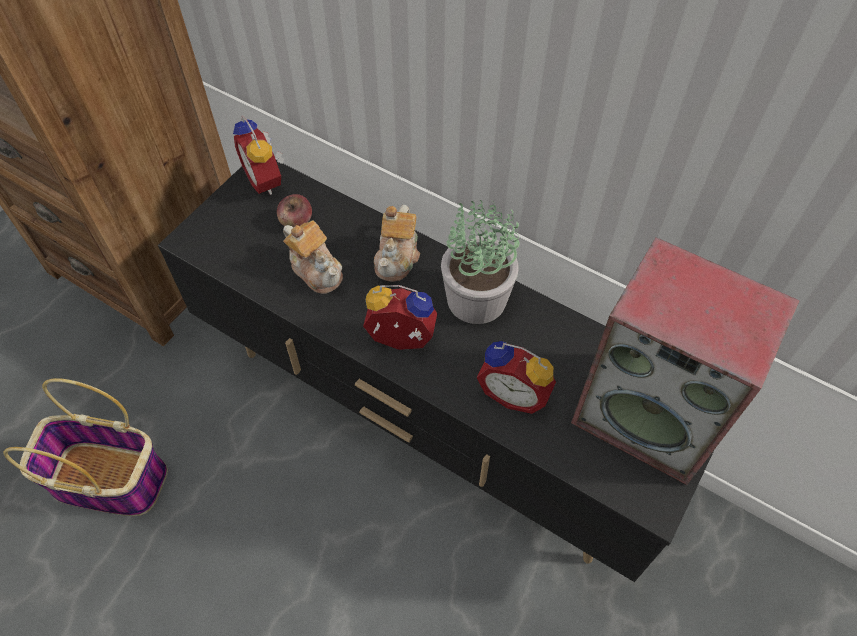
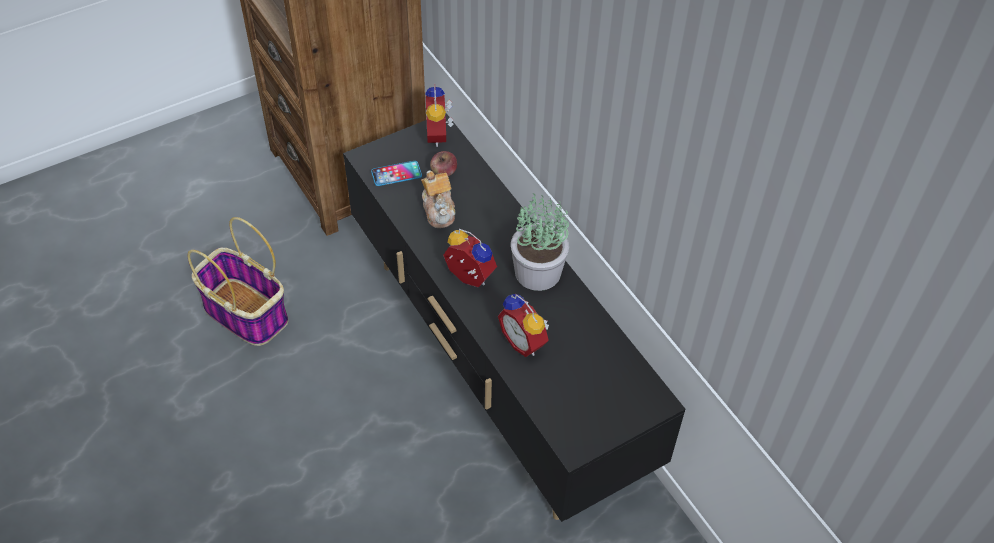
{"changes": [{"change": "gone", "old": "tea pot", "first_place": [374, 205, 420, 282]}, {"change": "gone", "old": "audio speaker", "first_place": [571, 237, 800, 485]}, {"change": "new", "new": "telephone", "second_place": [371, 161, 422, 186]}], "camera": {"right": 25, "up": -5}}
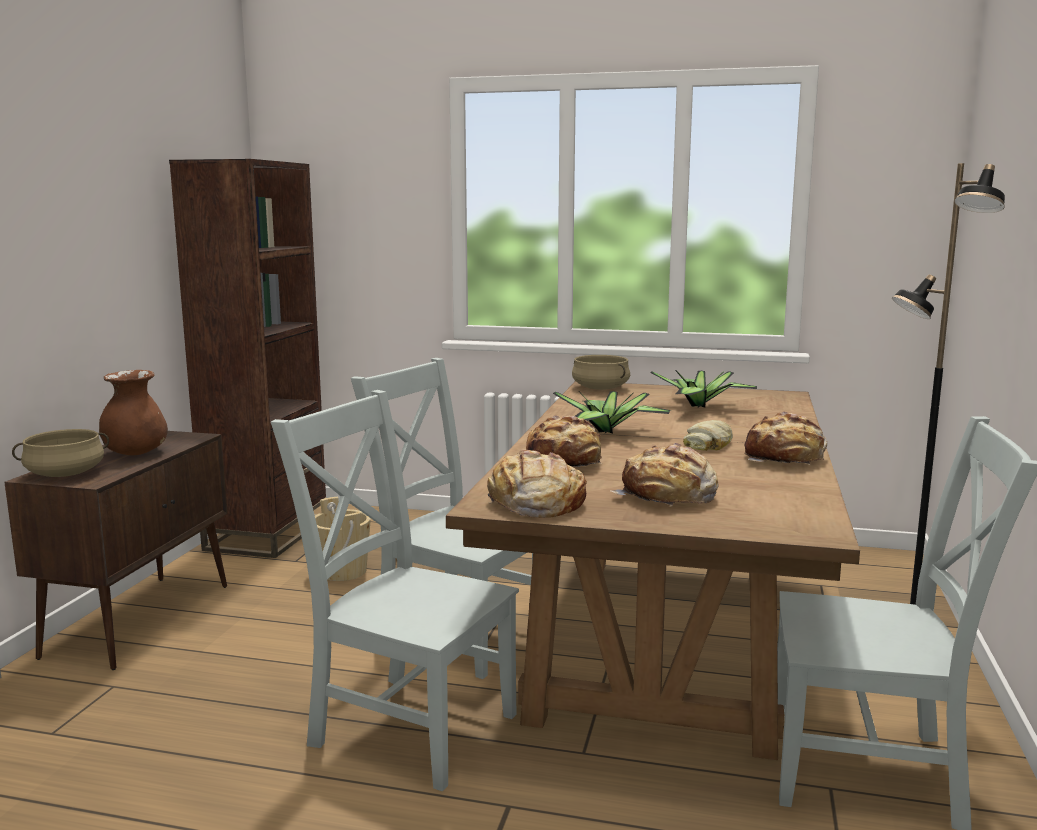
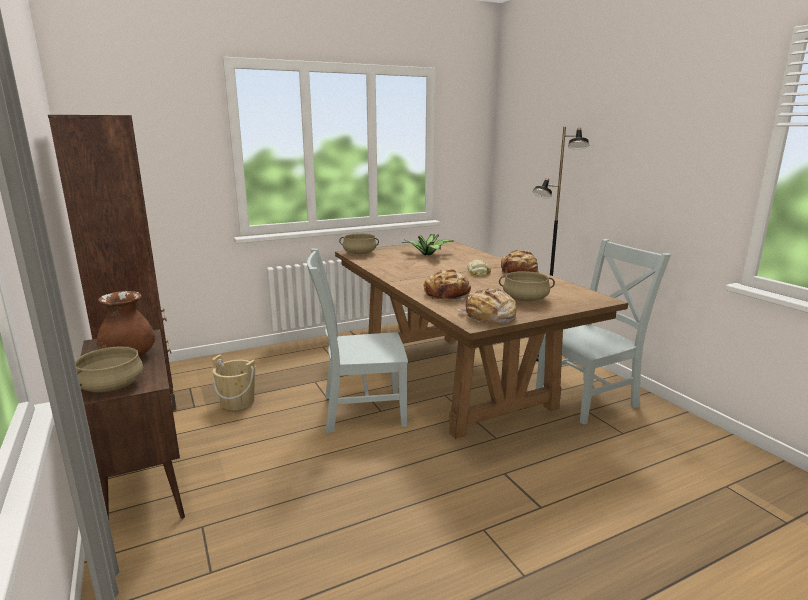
{"changes": [{"change": "gone", "old": "gray plain chair", "first_place": [271, 390, 519, 791]}, {"change": "gone", "old": "potted plant", "first_place": [553, 391, 672, 434]}, {"change": "swapped", "old": "baked bread", "new": "sand-coloured saucepot", "first_place": [610, 443, 719, 507], "second_place": [499, 271, 555, 302]}], "camera": {"right": -40, "up": 5}}
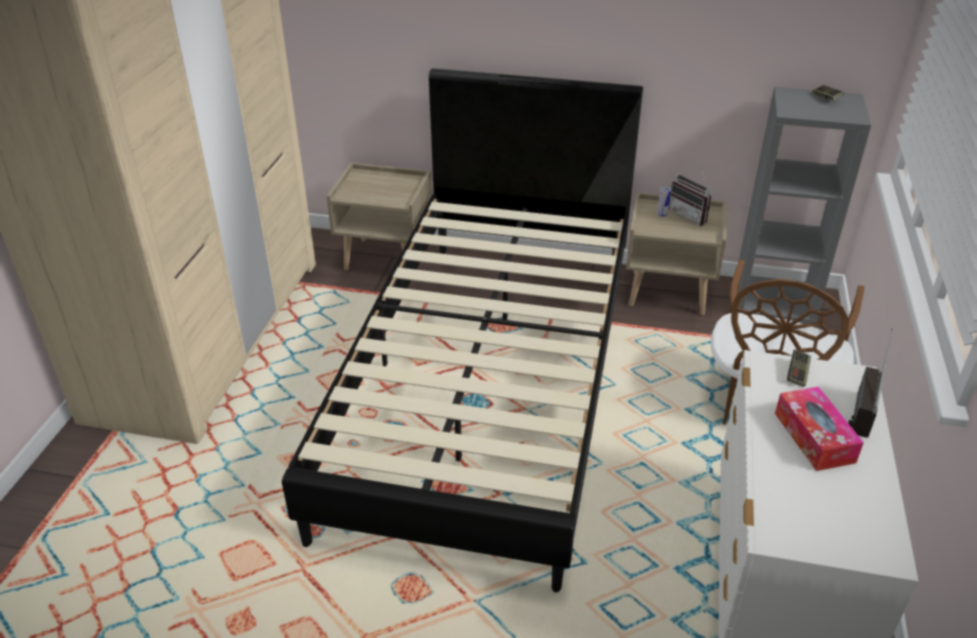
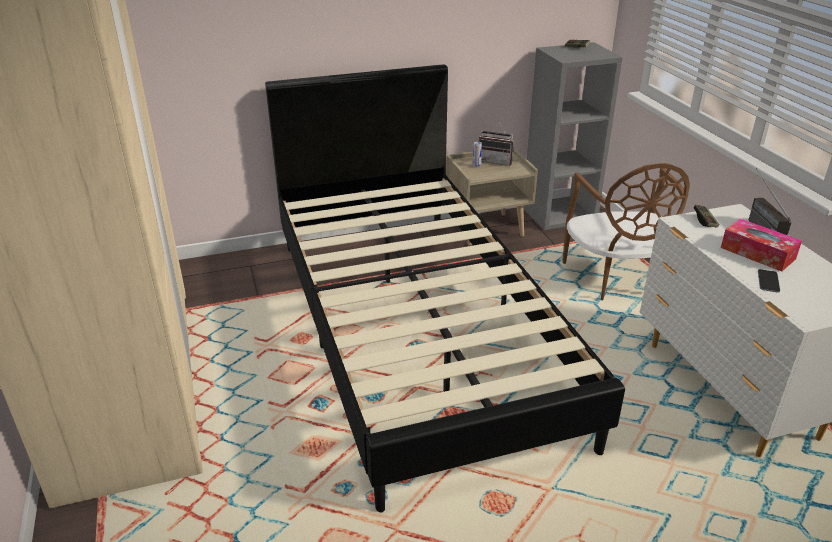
{"changes": [{"change": "gone", "old": "sand-coloured night table", "first_place": [327, 162, 432, 270]}, {"change": "new", "new": "telephone", "second_place": [758, 269, 780, 293]}], "camera": {"right": -30, "up": -5}}
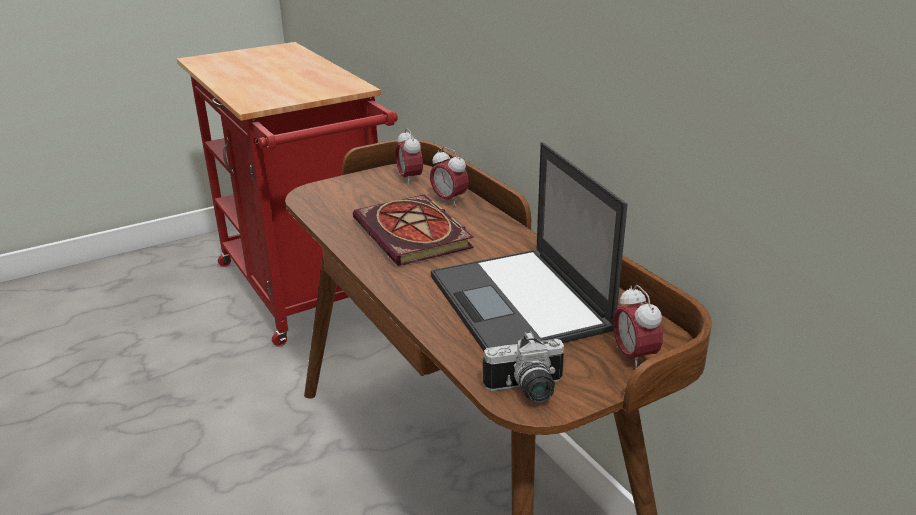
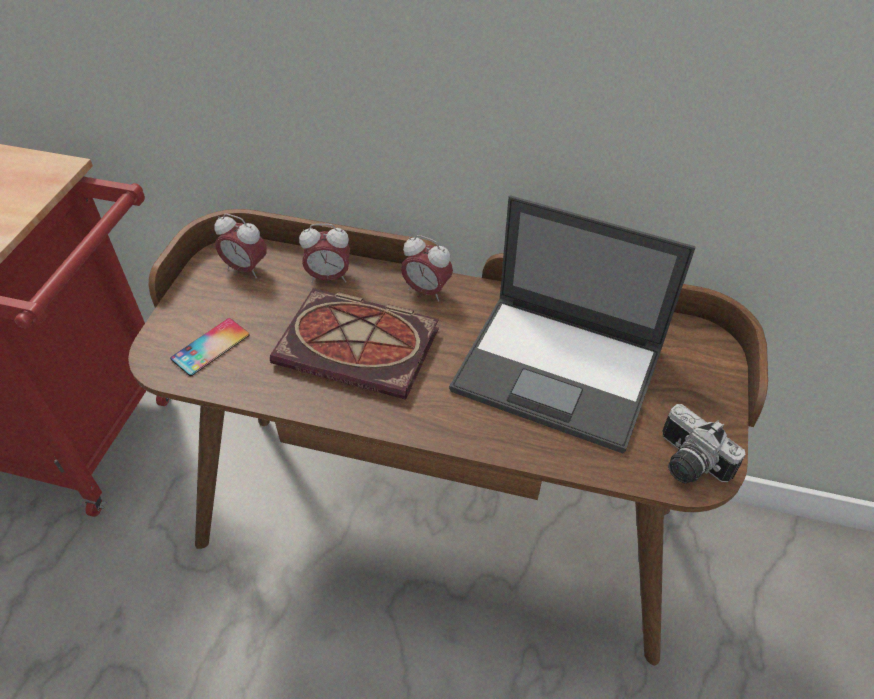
{"changes": [{"change": "shifted", "old": "alarm clock", "first_place": [613, 285, 663, 369], "second_place": [401, 235, 453, 302]}, {"change": "rotated", "old": "still camera", "first_place": [483, 331, 564, 403], "second_place": [662, 404, 746, 484], "degrees": 105}, {"change": "new", "new": "telephone", "second_place": [170, 318, 250, 376]}], "camera": {"right": -45, "up": 20}}
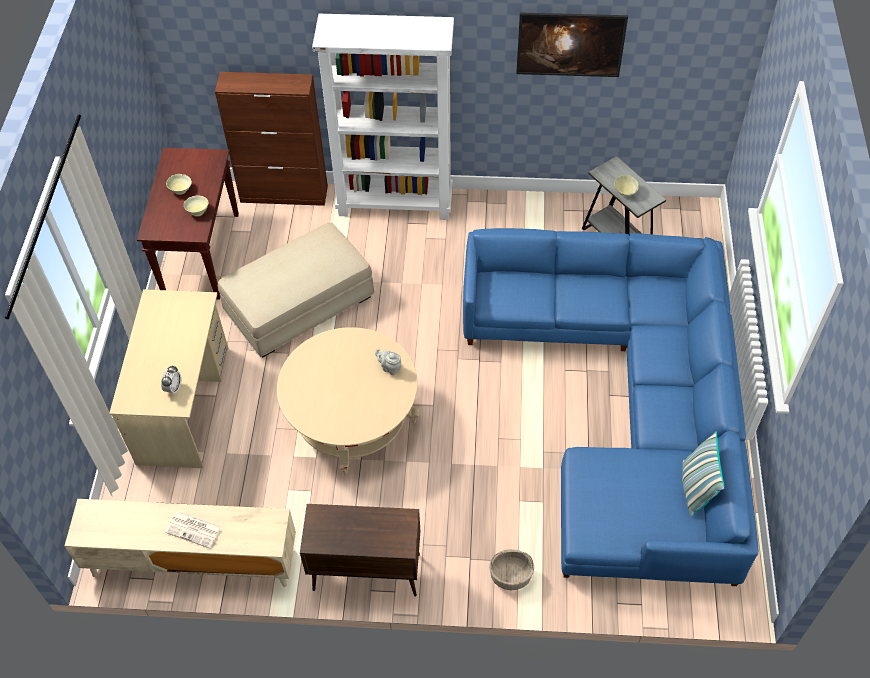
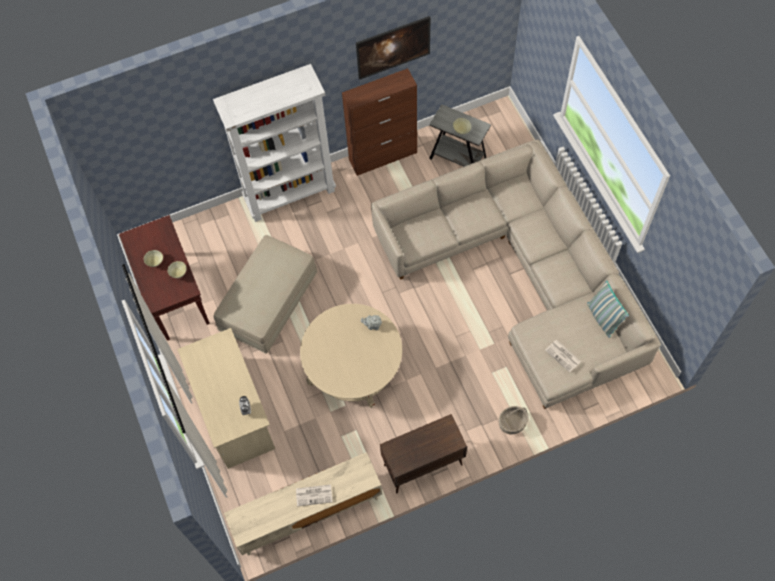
{"changes": [{"change": "shifted", "old": "brown storage cabinet", "first_place": [215, 72, 328, 206], "second_place": [342, 68, 417, 176]}, {"change": "repainted", "old": "blue settee", "new": "sand-coloured settee", "first_place": [463, 228, 758, 586], "second_place": [371, 139, 661, 409]}, {"change": "new", "new": "daily paper", "second_place": [545, 340, 581, 372]}], "camera": {"right": -25, "up": 10}}
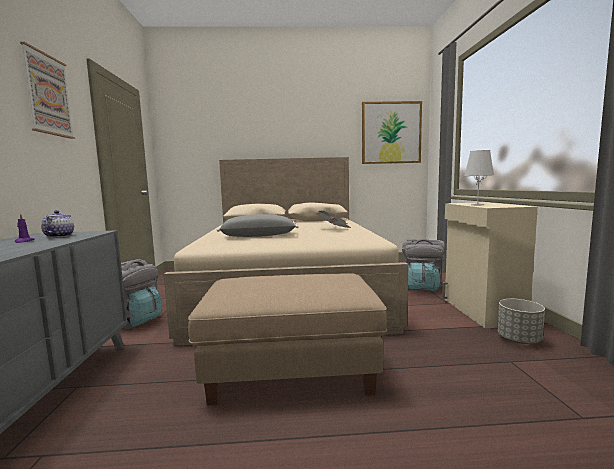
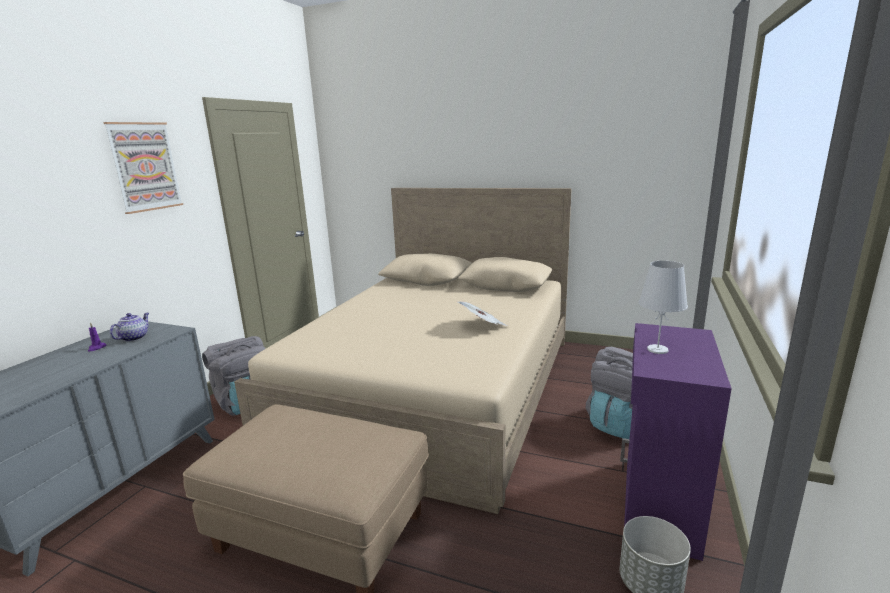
{"changes": [{"change": "gone", "old": "wall art", "first_place": [362, 101, 422, 164]}, {"change": "repainted", "old": "sand-coloured storage cabinet", "new": "purple storage cabinet", "first_place": [442, 202, 538, 328], "second_place": [620, 323, 732, 561]}, {"change": "gone", "old": "gray pillow", "first_place": [217, 214, 299, 237]}], "camera": {"right": 25, "up": 10}}
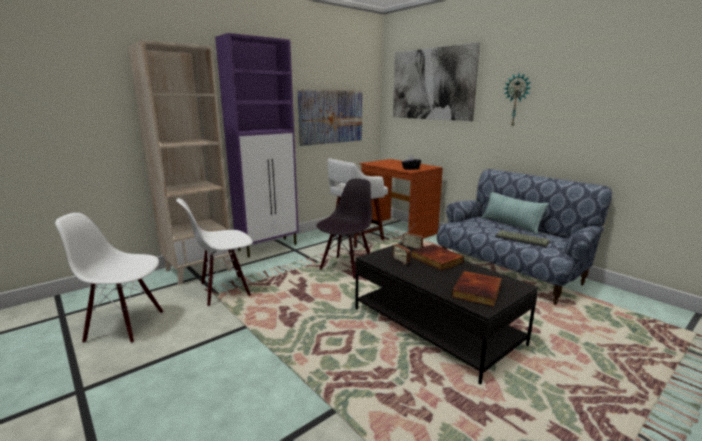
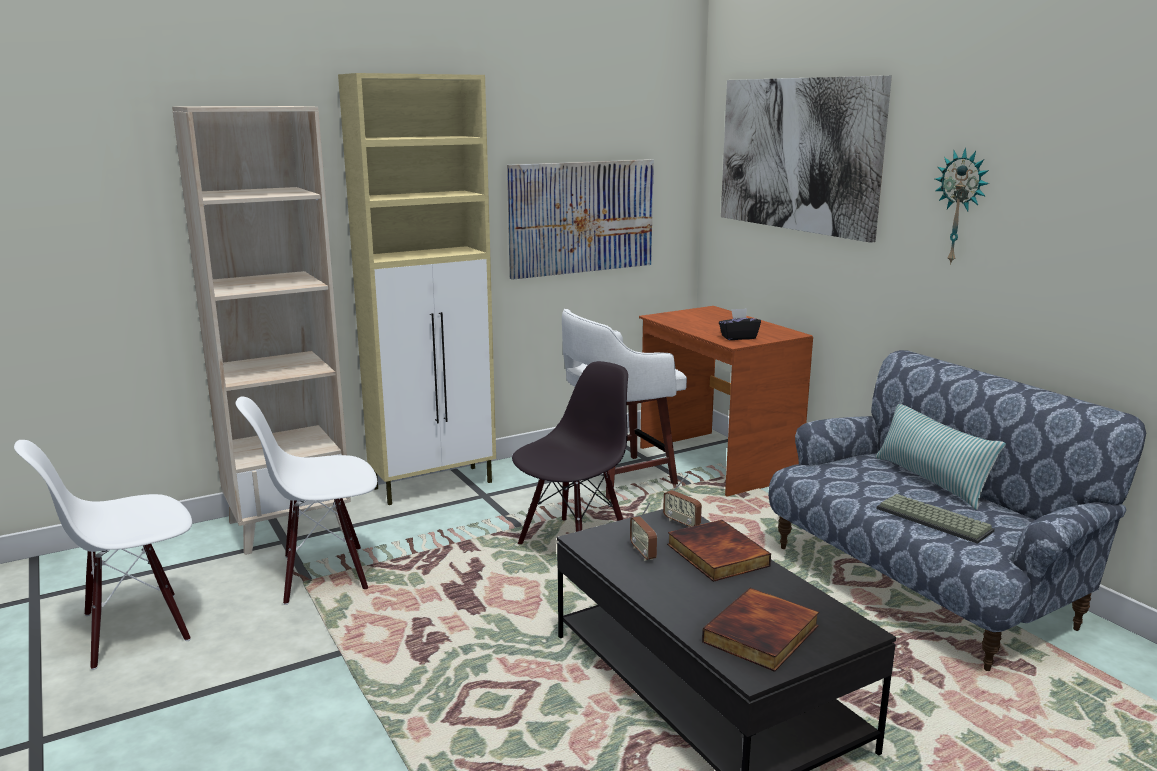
{"changes": [{"change": "repainted", "old": "purple storage cabinet", "new": "sand-coloured storage cabinet", "first_place": [215, 33, 299, 257], "second_place": [338, 73, 496, 505]}, {"change": "rotated", "old": "whitish plain chair", "first_place": [55, 213, 164, 343], "second_place": [14, 440, 192, 670], "degrees": -45}], "camera": {"right": 10, "up": 0}}
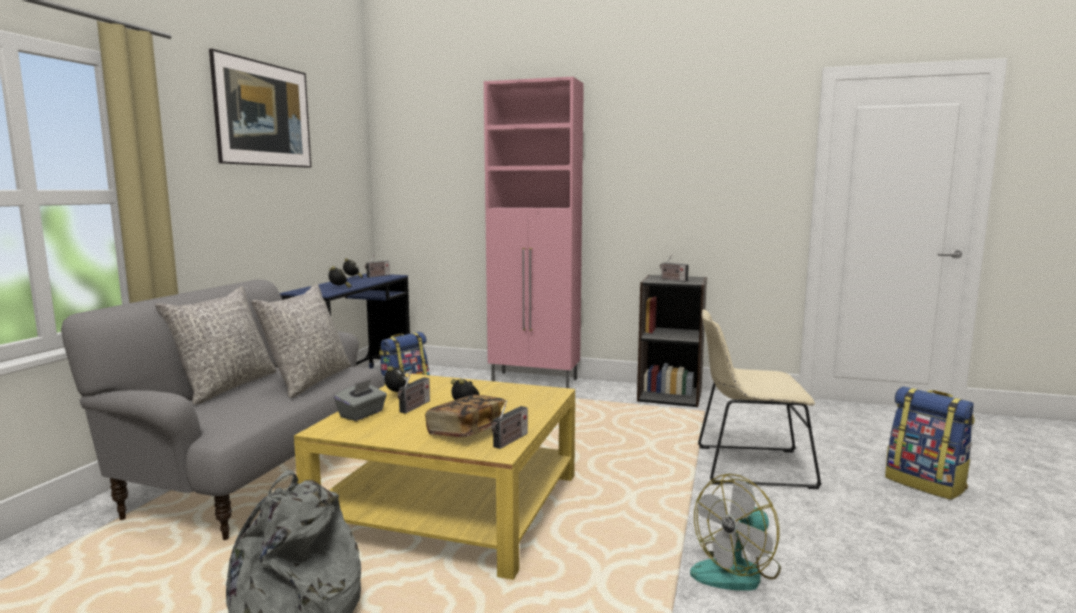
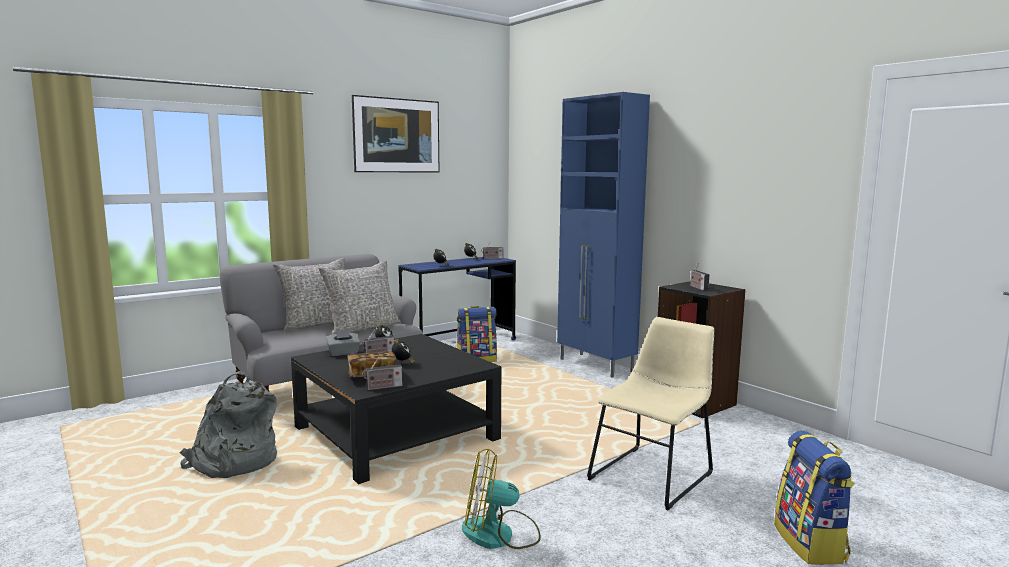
{"changes": [{"change": "repainted", "old": "pink storage cabinet", "new": "blue storage cabinet", "first_place": [484, 77, 584, 388], "second_place": [557, 92, 650, 378]}, {"change": "rotated", "old": "sand-coloured plain chair", "first_place": [698, 309, 822, 489], "second_place": [587, 317, 714, 511], "degrees": 90}, {"change": "repainted", "old": "yellow low table", "new": "black low table", "first_place": [294, 373, 575, 580], "second_place": [291, 334, 501, 484]}], "camera": {"right": 35, "up": 0}}
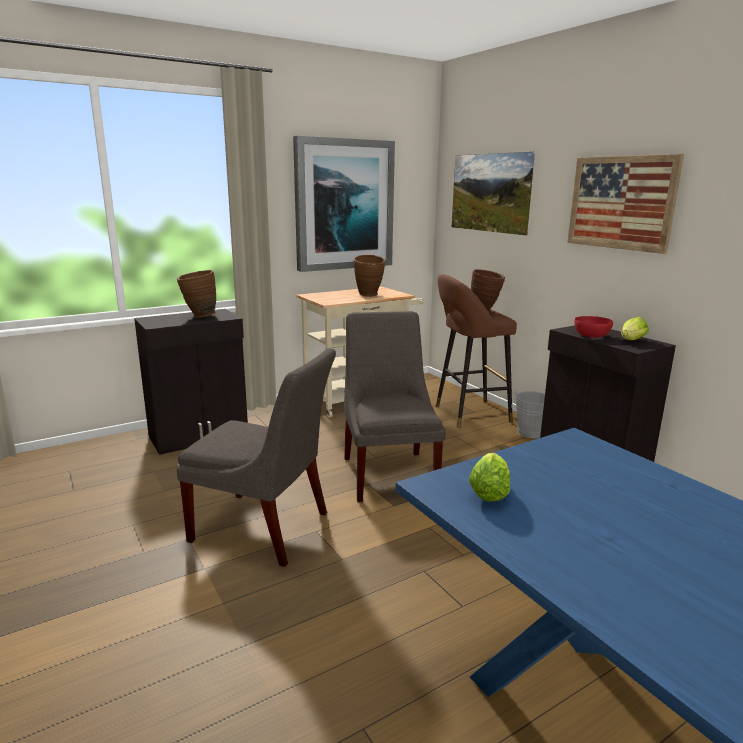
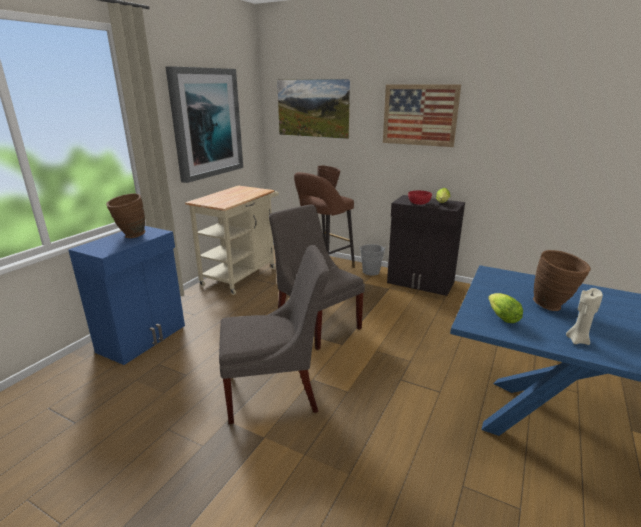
{"changes": [{"change": "shifted", "old": "brown decorative vase", "first_place": [354, 255, 386, 297], "second_place": [533, 250, 591, 311]}, {"change": "repainted", "old": "black storage cabinet", "new": "blue storage cabinet", "first_place": [134, 309, 248, 455], "second_place": [68, 226, 185, 365]}, {"change": "new", "new": "sand-coloured wax candle", "second_place": [566, 288, 603, 345]}], "camera": {"right": -30, "up": 5}}
